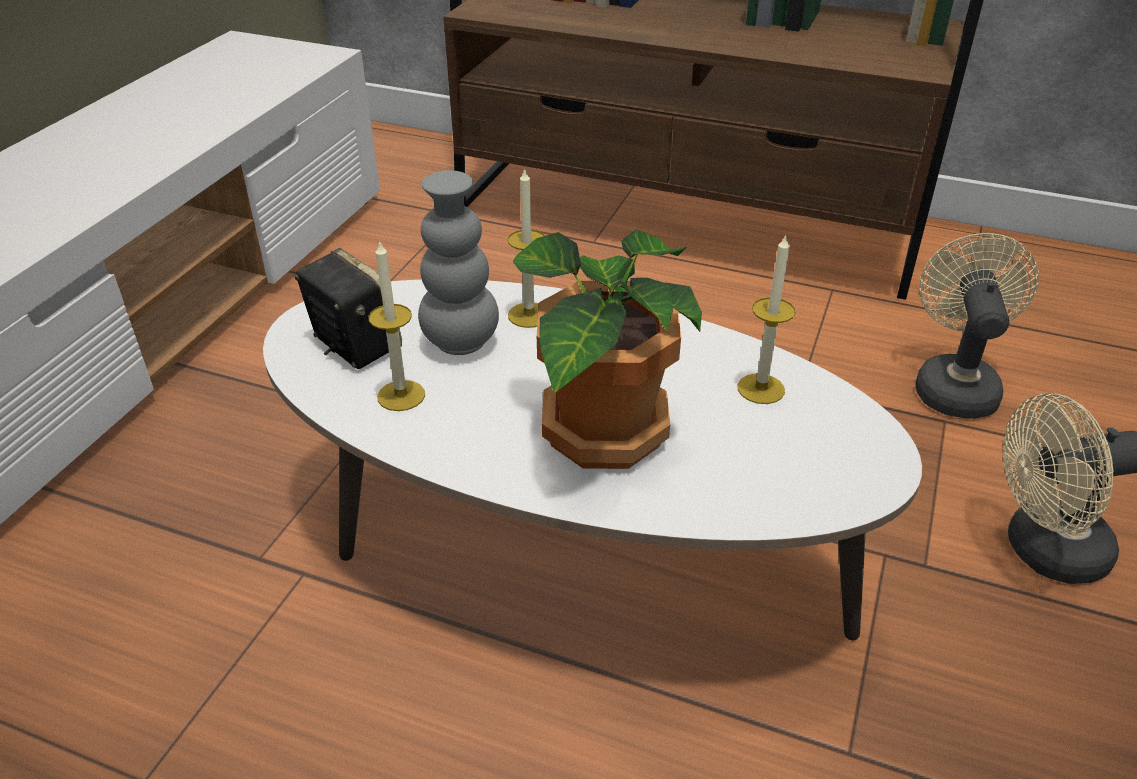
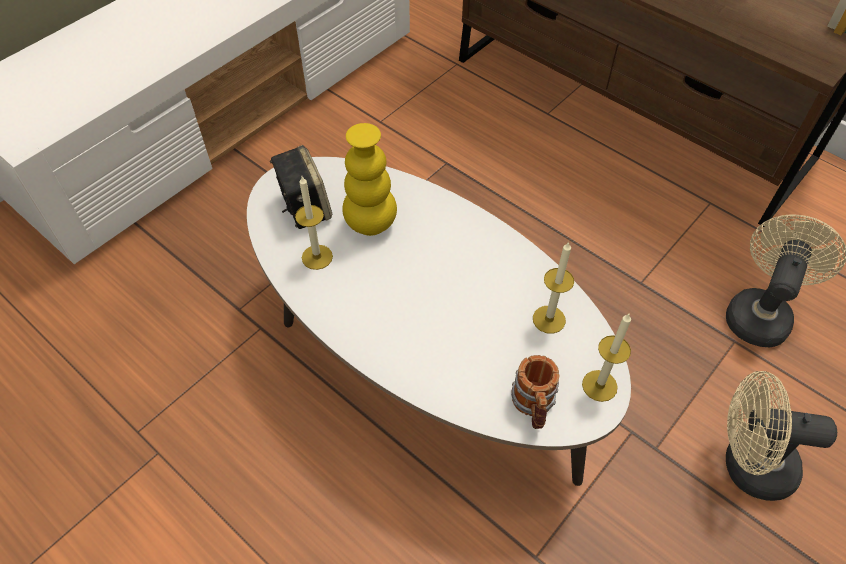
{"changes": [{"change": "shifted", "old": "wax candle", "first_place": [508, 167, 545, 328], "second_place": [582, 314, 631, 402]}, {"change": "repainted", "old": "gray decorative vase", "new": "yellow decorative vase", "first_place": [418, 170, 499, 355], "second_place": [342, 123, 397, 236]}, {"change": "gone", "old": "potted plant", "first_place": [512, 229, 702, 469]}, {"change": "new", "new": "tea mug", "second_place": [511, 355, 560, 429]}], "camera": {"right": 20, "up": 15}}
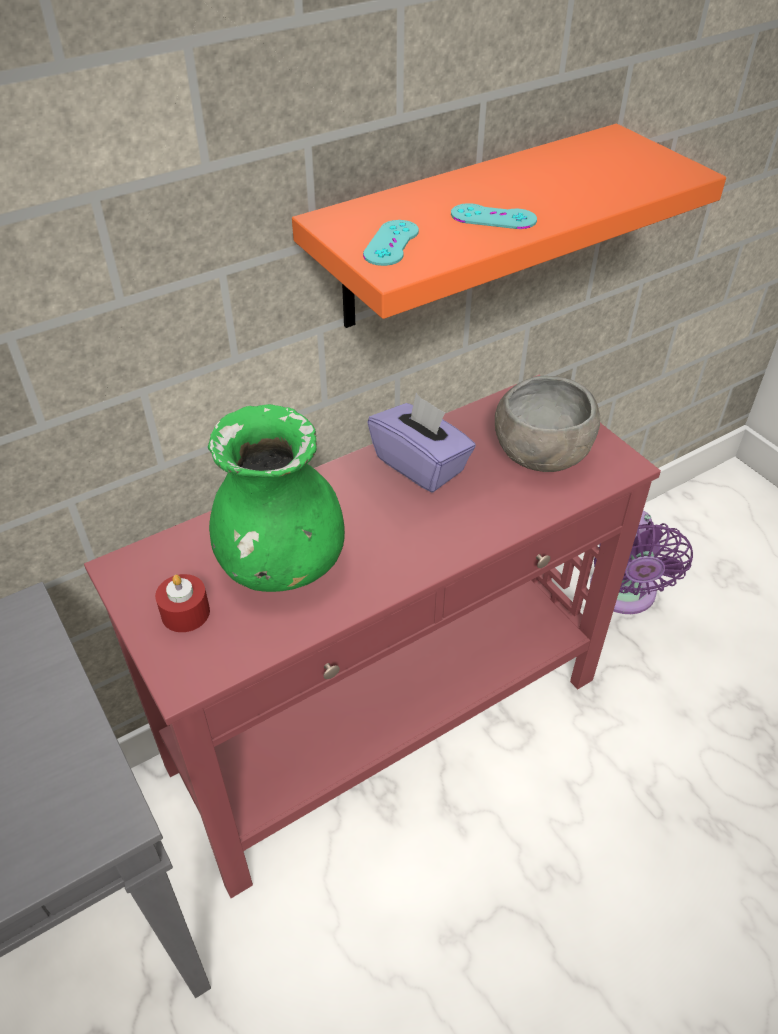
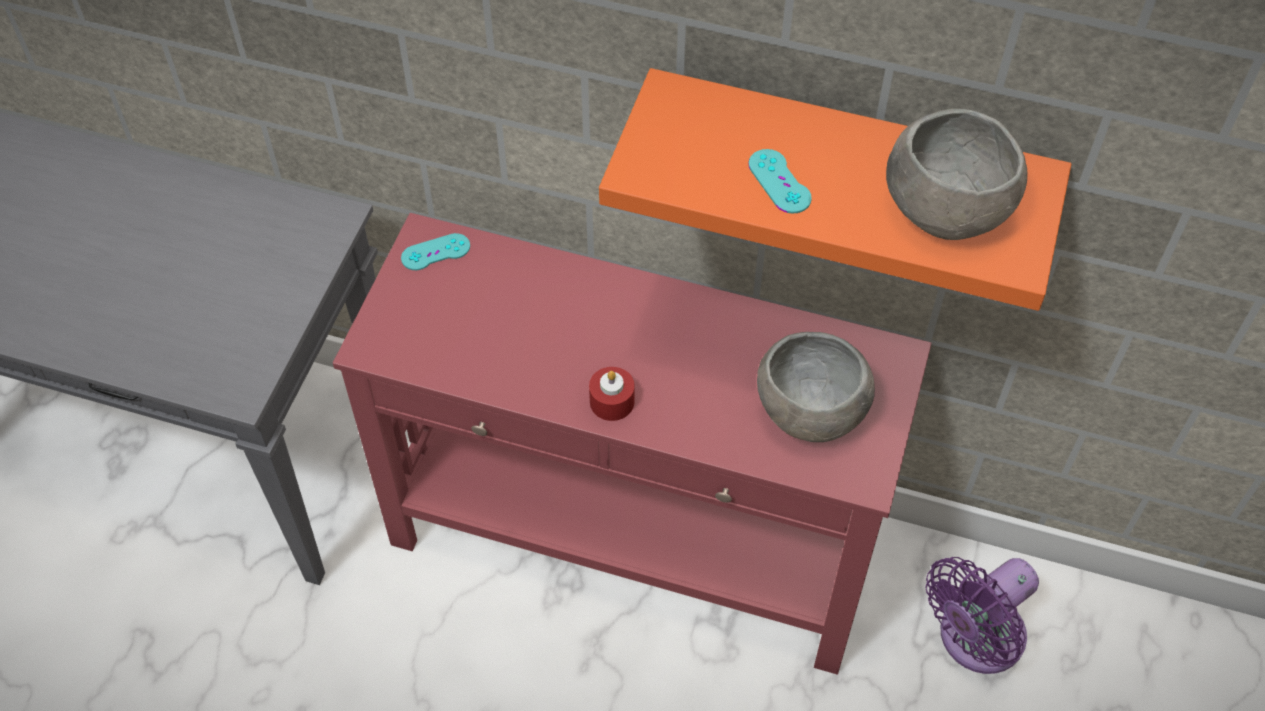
{"changes": [{"change": "shifted", "old": "turquoise game controller", "first_place": [363, 220, 419, 266], "second_place": [401, 233, 470, 270]}, {"change": "gone", "old": "purple box of tissues", "first_place": [367, 393, 476, 492]}, {"change": "gone", "old": "greenish decorative vase", "first_place": [208, 404, 345, 592]}, {"change": "shifted", "old": "reddish wax candle", "first_place": [155, 574, 210, 632], "second_place": [589, 367, 635, 421]}, {"change": "new", "new": "gray serving bowl", "second_place": [886, 108, 1027, 240]}], "camera": {"right": 50, "up": 10}}
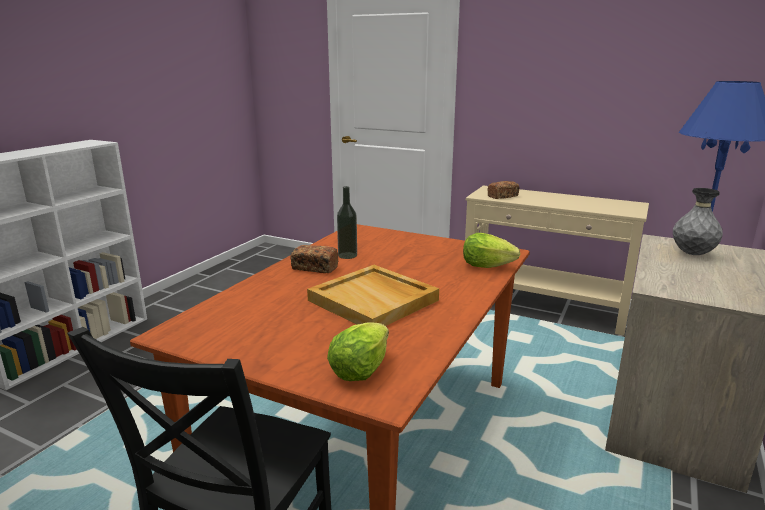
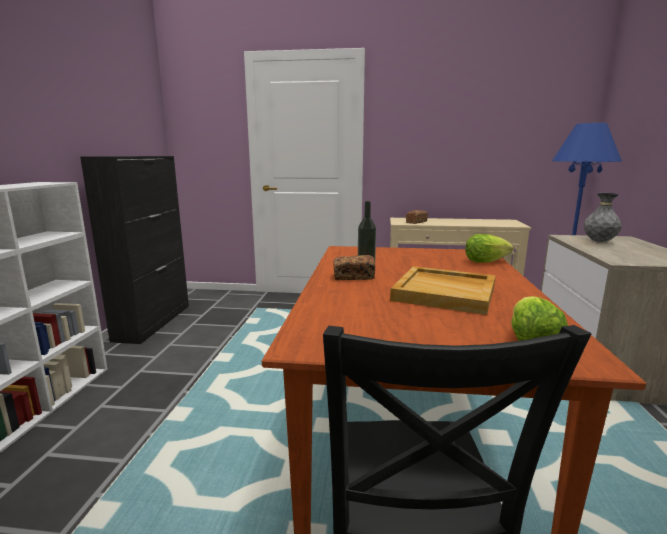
{"changes": [{"change": "new", "new": "black storage cabinet", "second_place": [80, 156, 189, 344]}], "camera": {"right": -20, "up": -5}}
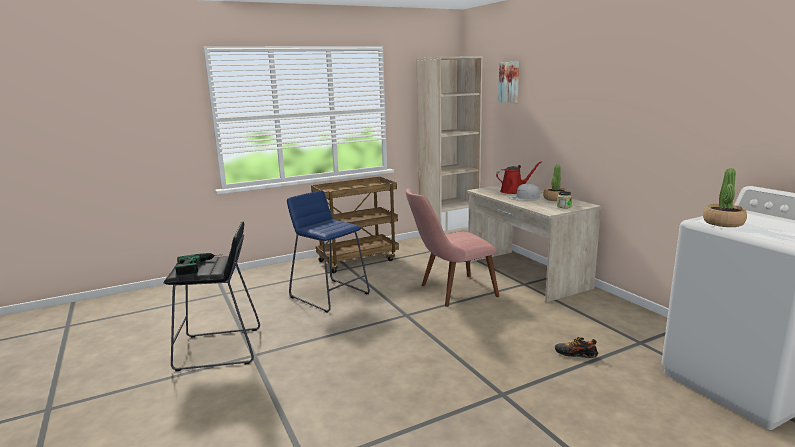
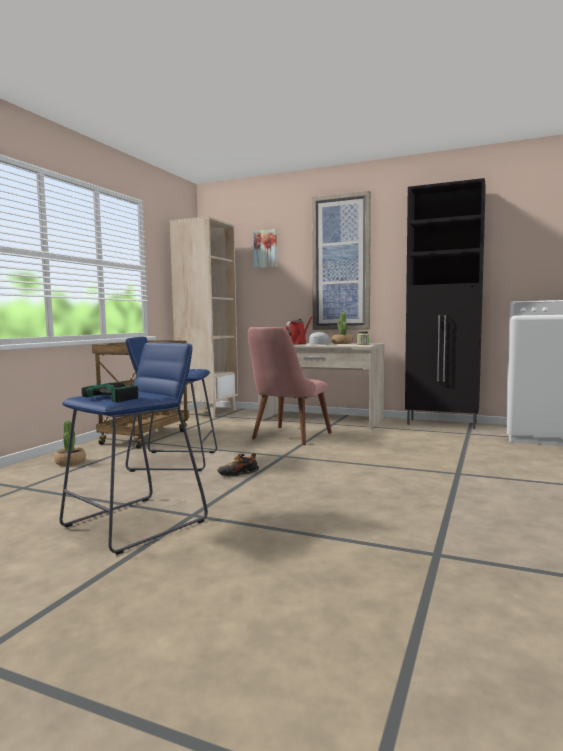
{"changes": [{"change": "shifted", "old": "potted plant", "first_place": [703, 168, 747, 227], "second_place": [54, 420, 86, 466]}, {"change": "repainted", "old": "black sitting stool", "new": "blue sitting stool", "first_place": [164, 222, 260, 371], "second_place": [59, 342, 208, 555]}, {"change": "shifted", "old": "item of footwear", "first_place": [555, 337, 598, 358], "second_place": [217, 453, 259, 477]}, {"change": "new", "new": "black storage cabinet", "second_place": [405, 178, 486, 429]}, {"change": "new", "new": "wall art", "second_place": [312, 191, 371, 330]}], "camera": {"right": -40, "up": -10}}
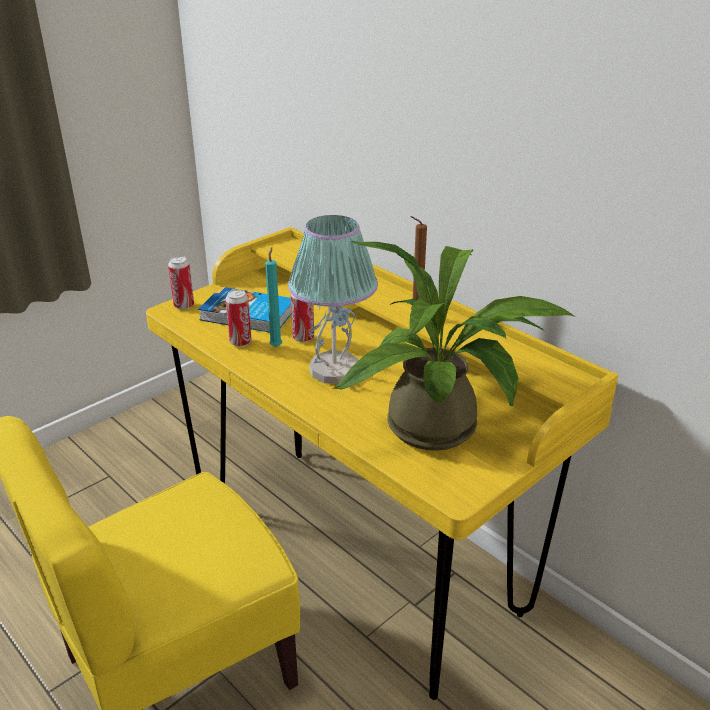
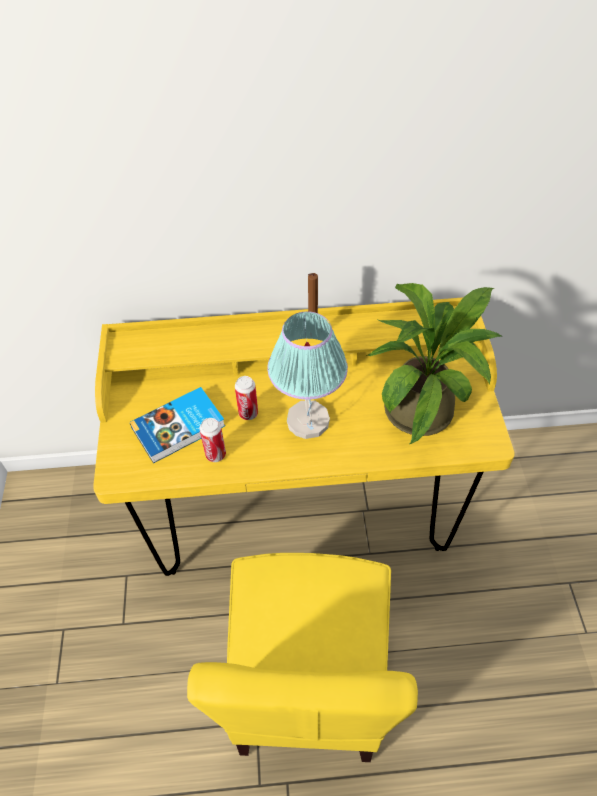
{"changes": [{"change": "gone", "old": "turquoise wax candle", "first_place": [265, 247, 282, 347]}, {"change": "gone", "old": "metal can", "first_place": [168, 256, 194, 310]}], "camera": {"right": -50, "up": 20}}
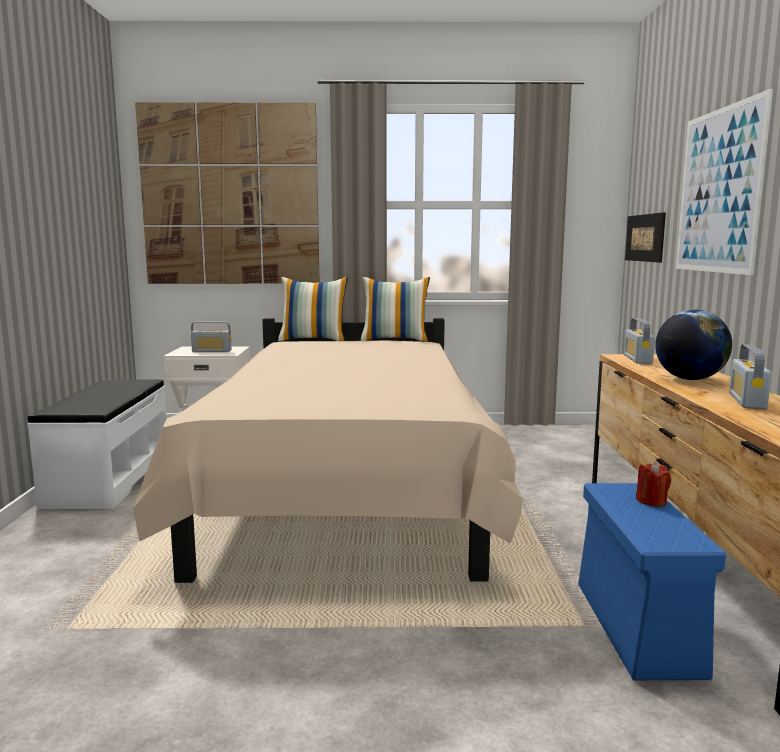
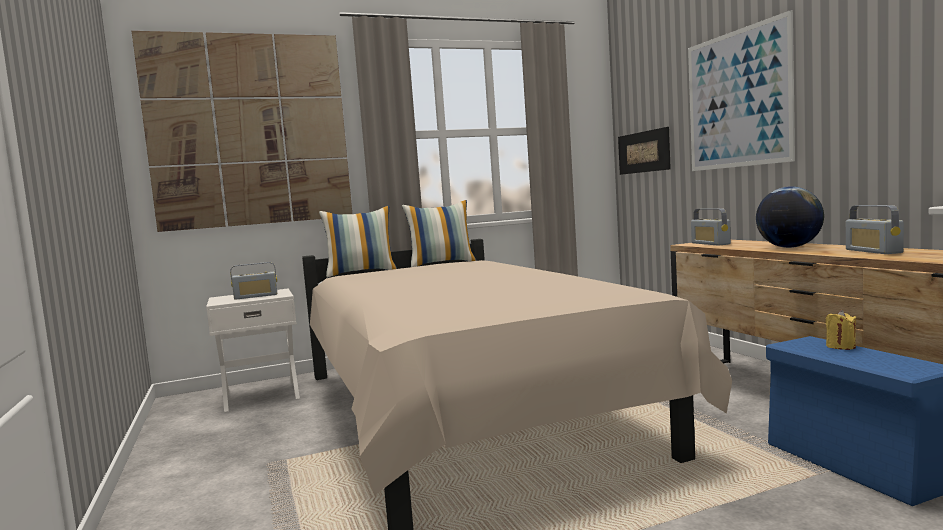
{"changes": [{"change": "gone", "old": "whitish bench", "first_place": [27, 379, 166, 509]}, {"change": "repainted", "old": "reddish wax candle", "new": "yellow wax candle", "first_place": [636, 462, 671, 507], "second_place": [826, 310, 856, 350]}], "camera": {"right": -20, "up": -5}}
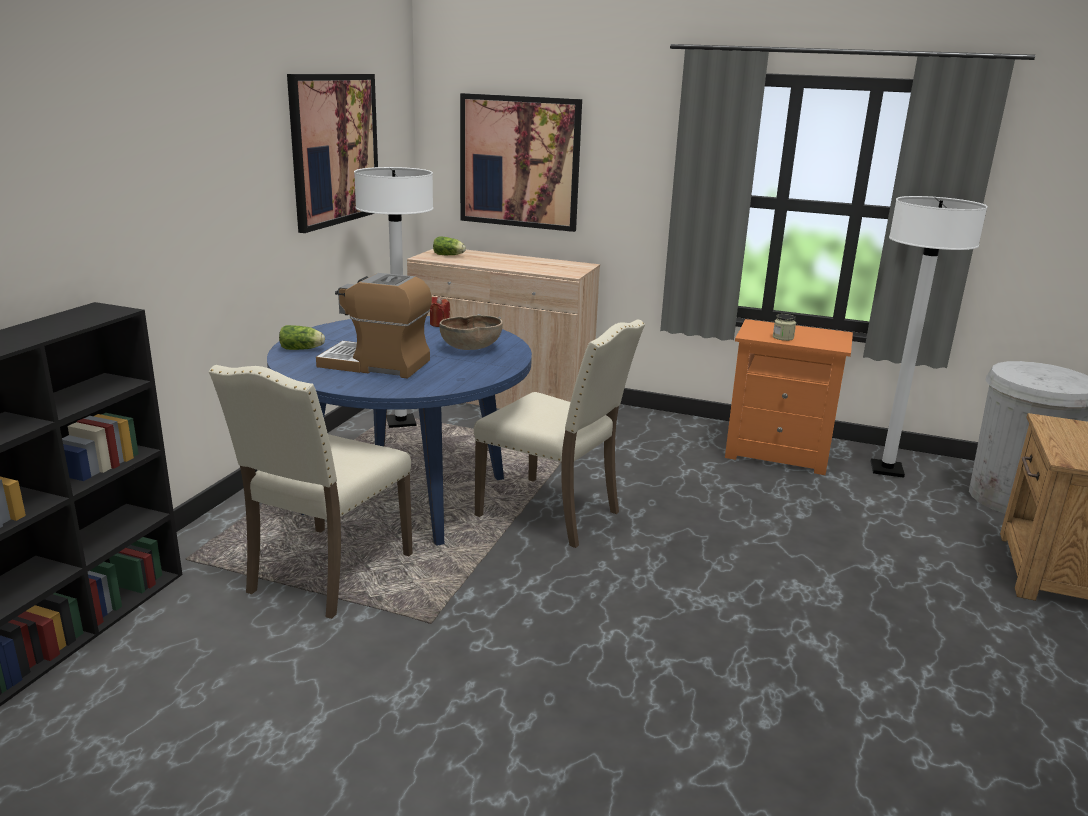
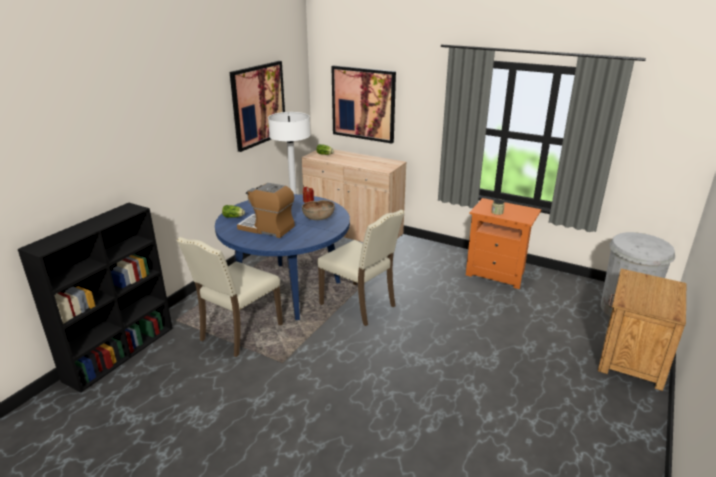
{"changes": [{"change": "gone", "old": "whitish standard lamp", "first_place": [871, 196, 988, 478]}], "camera": {"right": 10, "up": 5}}
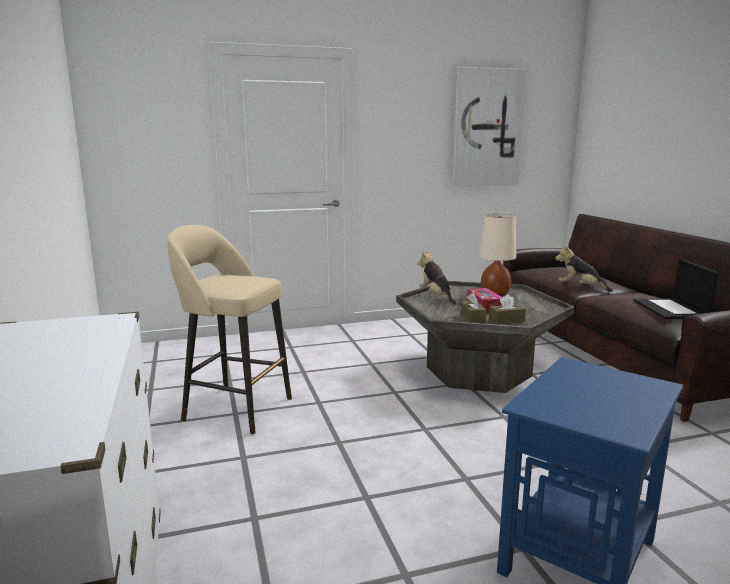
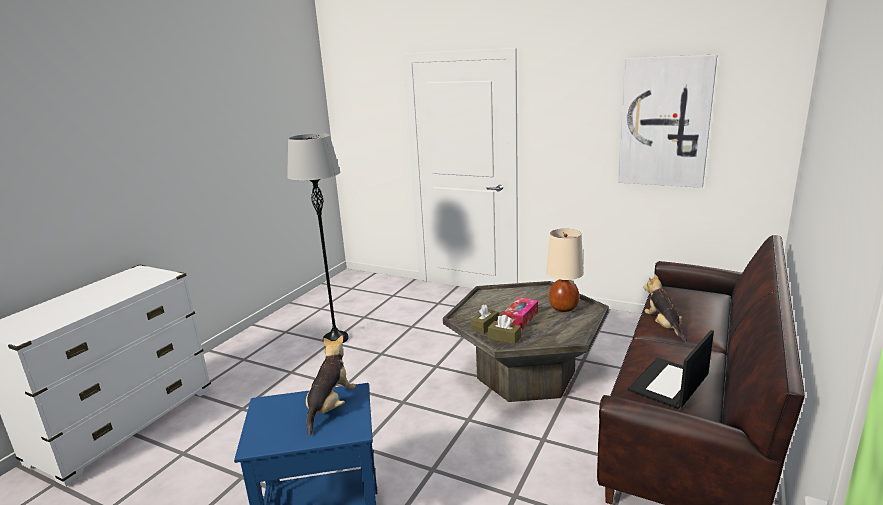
{"changes": [{"change": "swapped", "old": "sand-coloured sitting stool", "new": "gray standard lamp", "first_place": [167, 225, 292, 435], "second_place": [287, 133, 348, 343]}, {"change": "shifted", "old": "soft toy", "first_place": [417, 250, 456, 305], "second_place": [306, 335, 356, 436]}], "camera": {"right": 45, "up": 5}}
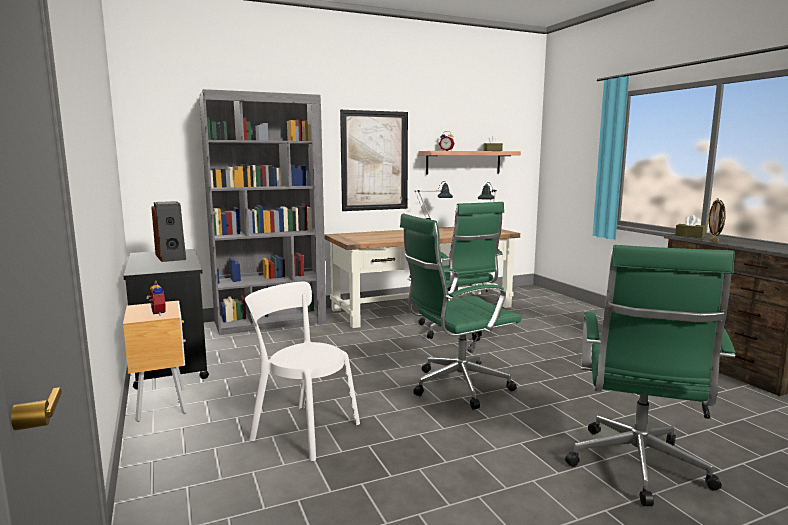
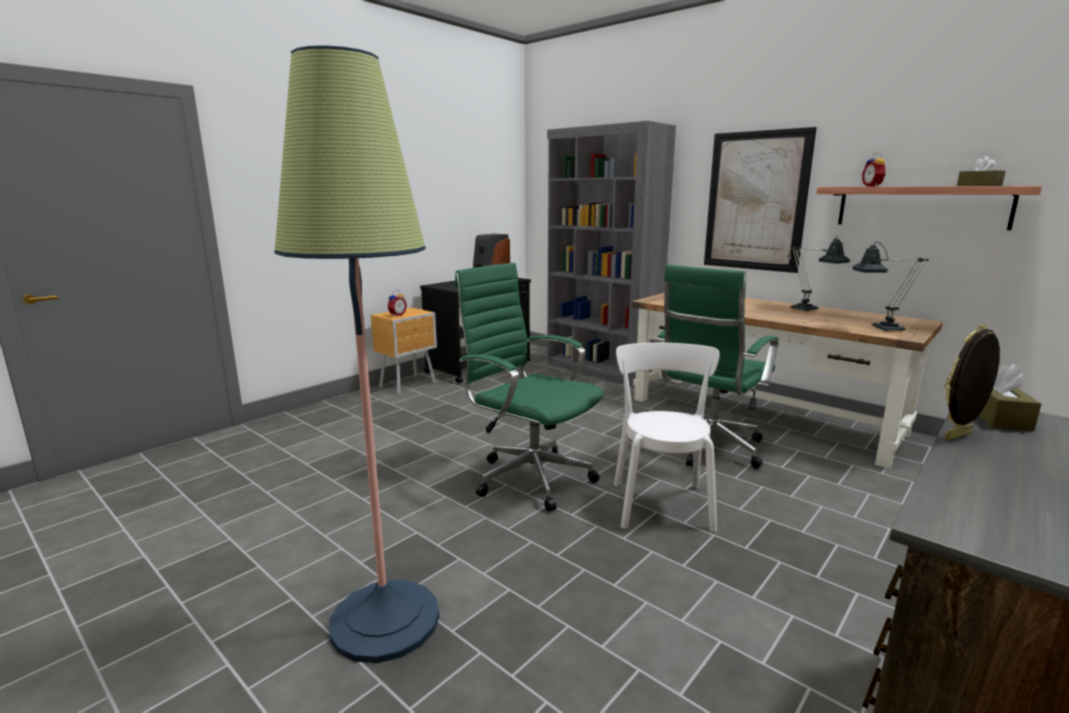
{"changes": [{"change": "swapped", "old": "greenish desk chair", "new": "standard lamp", "first_place": [565, 245, 735, 506], "second_place": [274, 45, 440, 663]}, {"change": "shifted", "old": "whitish plain chair", "first_place": [245, 281, 360, 461], "second_place": [614, 343, 720, 532]}], "camera": {"right": 65, "up": 5}}
